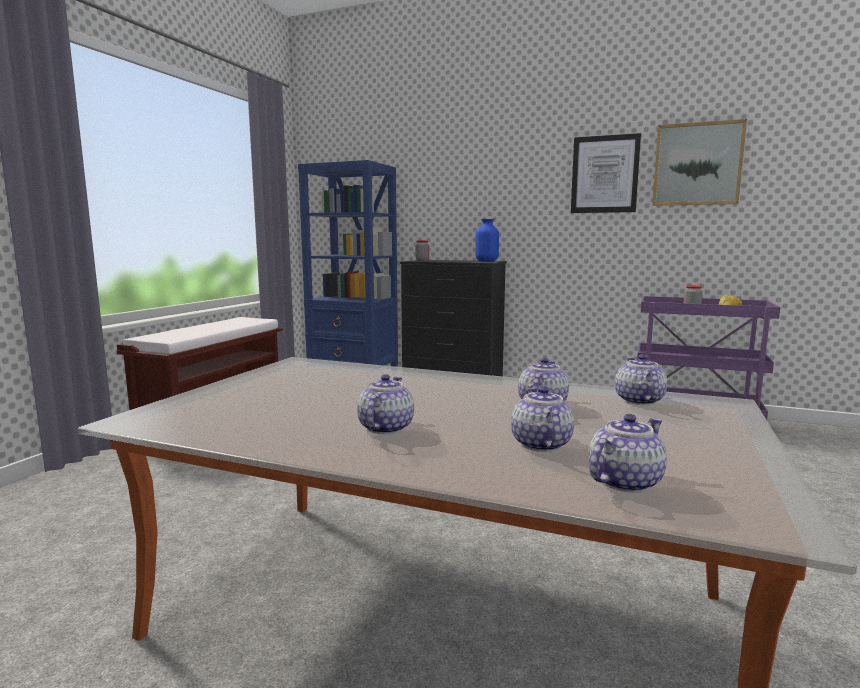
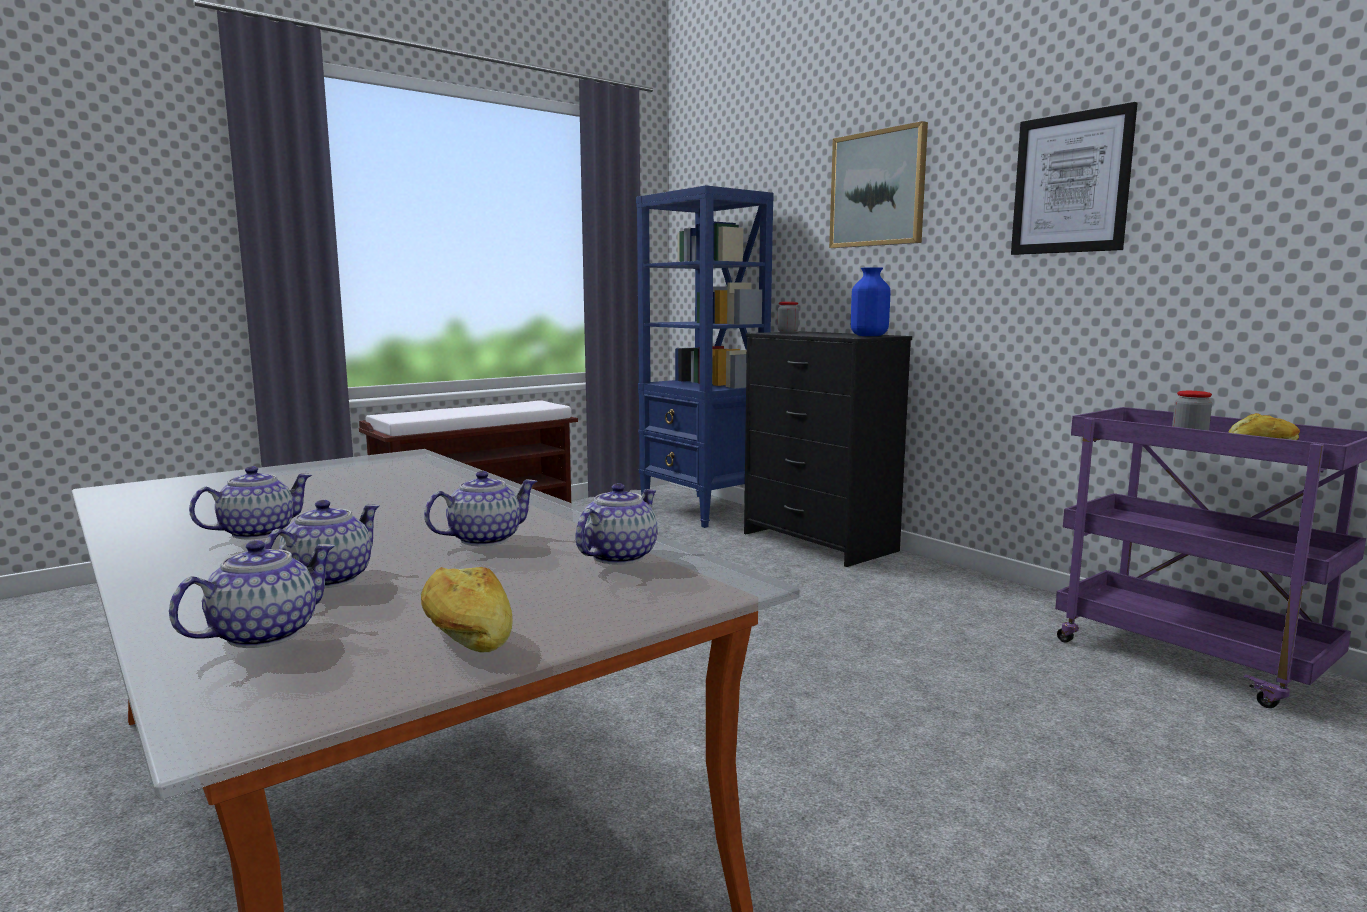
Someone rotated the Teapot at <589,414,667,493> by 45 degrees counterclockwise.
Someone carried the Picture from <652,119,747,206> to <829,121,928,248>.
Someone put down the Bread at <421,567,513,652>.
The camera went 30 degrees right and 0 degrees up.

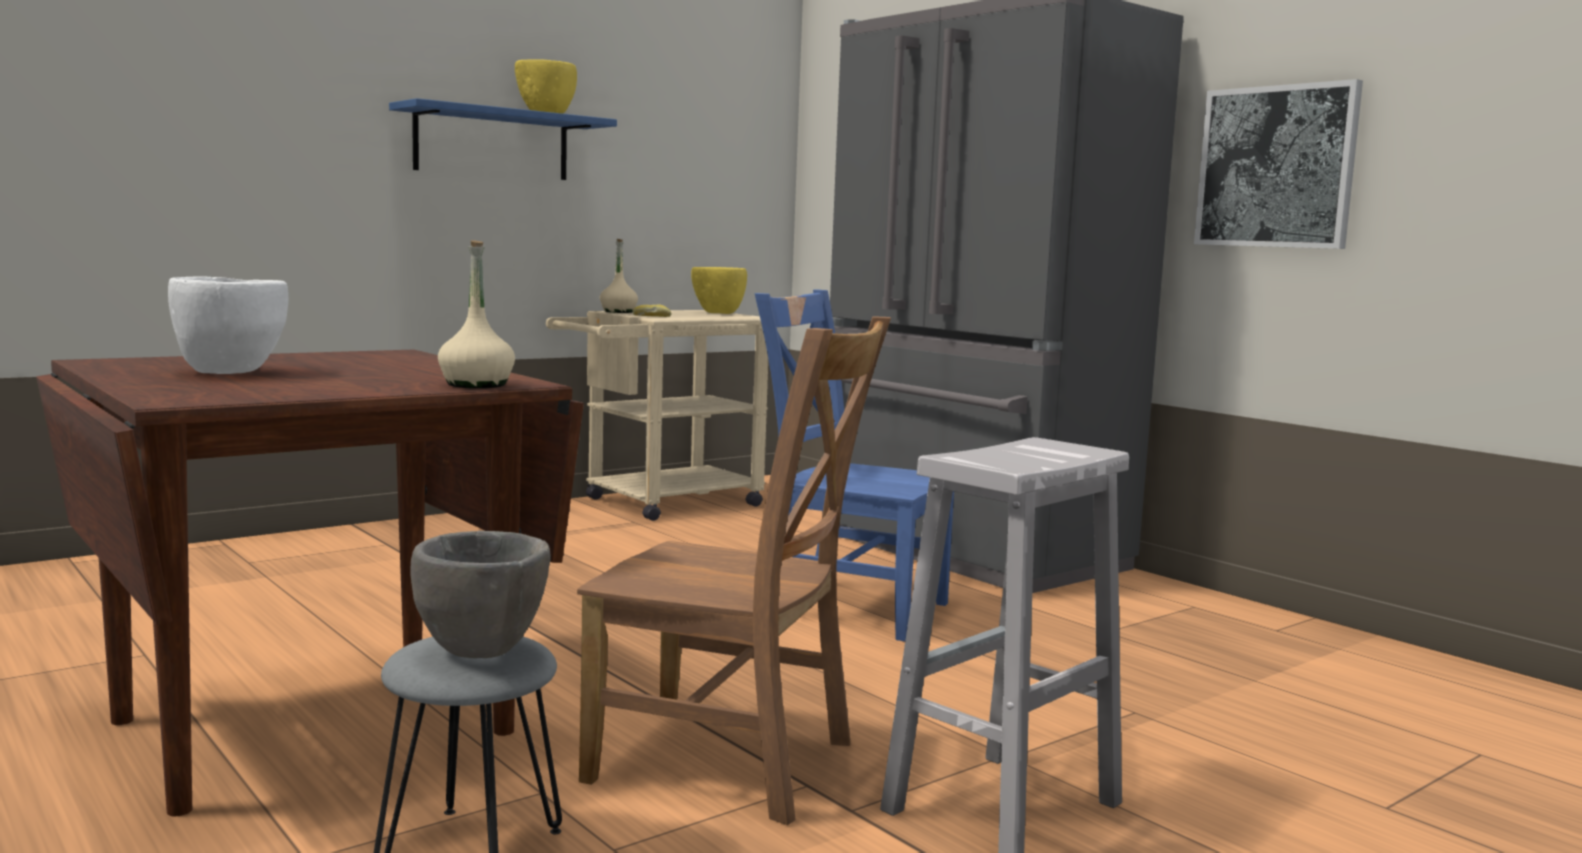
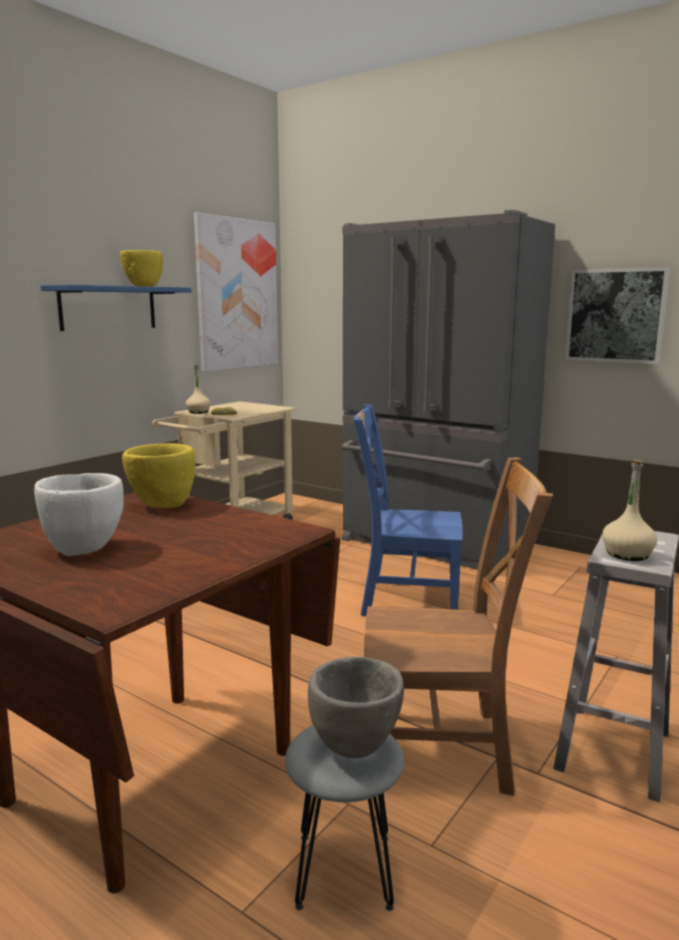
Someone carried the BeigeBottle from <438,240,515,388> to <602,459,657,561>.
Someone carried the YellowBowl from <691,267,747,314> to <122,443,195,508>.
Someone put up the Picture at <194,212,278,372>.
The camera went 15 degrees left and 5 degrees up.

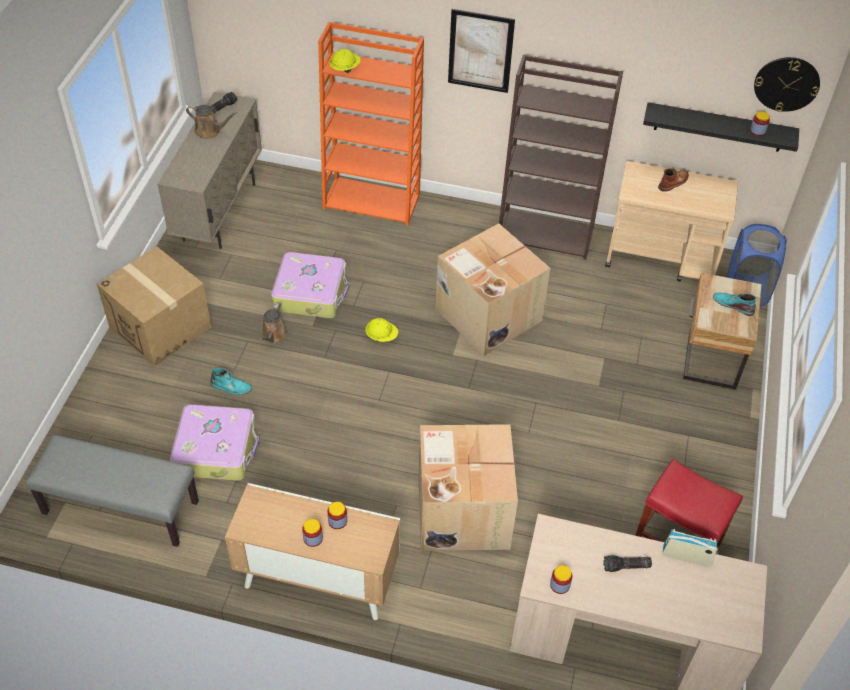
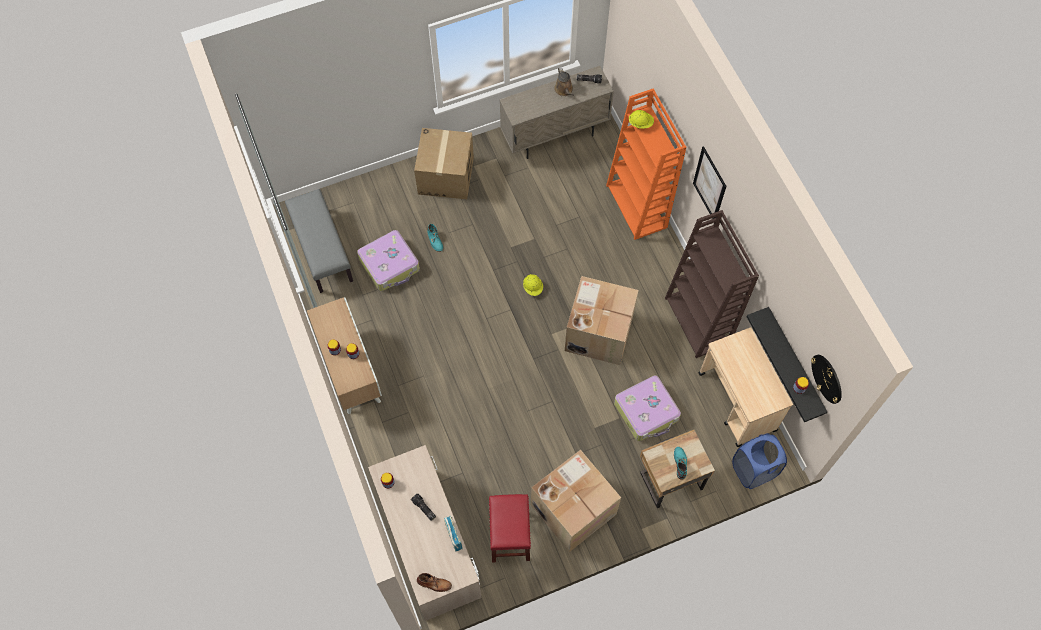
Someone took away the BrownWateringCan at <259,303,288,344>.
Someone carried the Suitcase from <271,252,350,318> to <614,375,681,441>.
Someone carried the CardboardBox from <418,424,518,551> to <531,450,621,552>.
Someone carried the BrownBoot from <658,168,689,192> to <417,573,452,592>.
The camera went 55 degrees right and 15 degrees up.

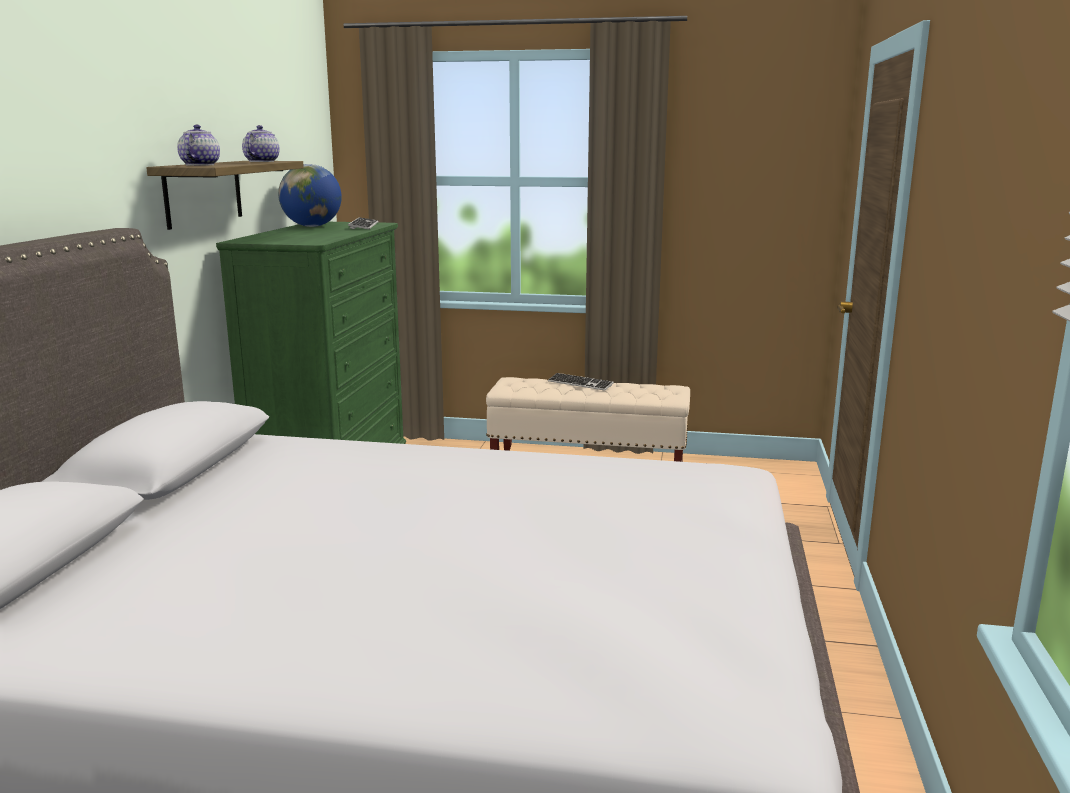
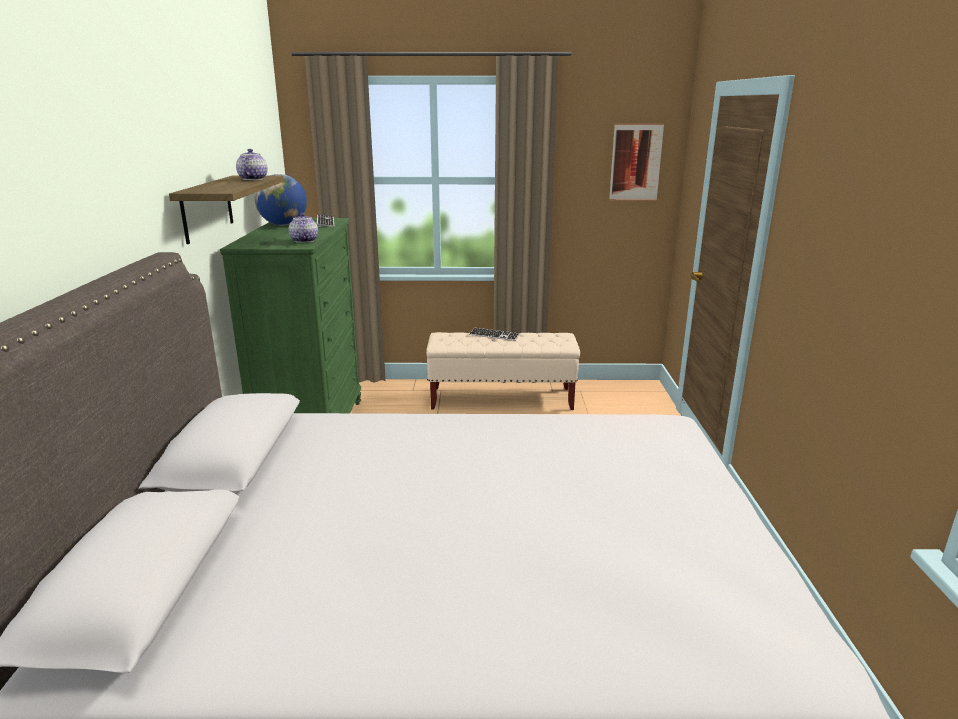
Someone carried the Teapot from <177,125,220,166> to <289,213,318,243>.
Someone put up the Picture at <609,123,664,201>.
The camera went 10 degrees left and 5 degrees up.

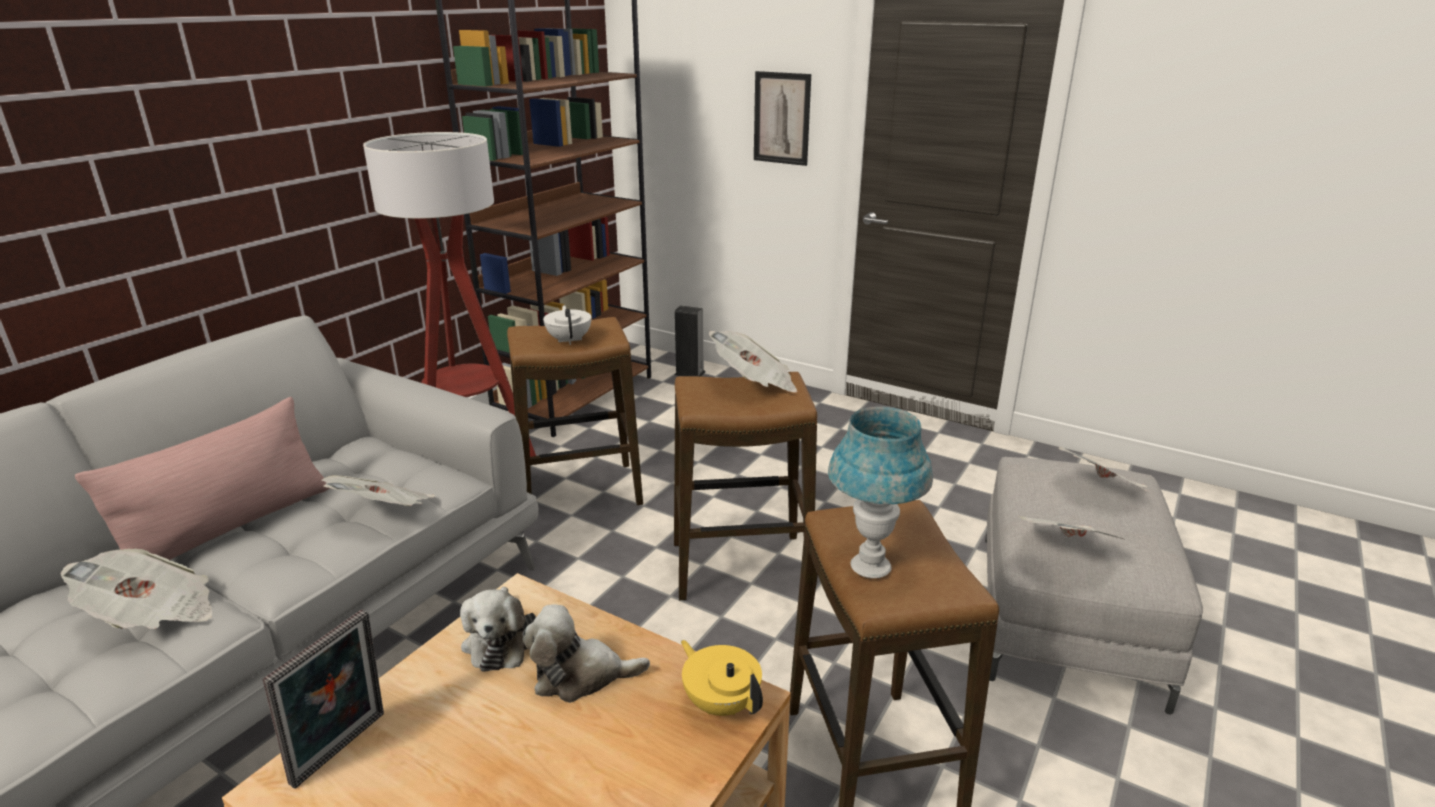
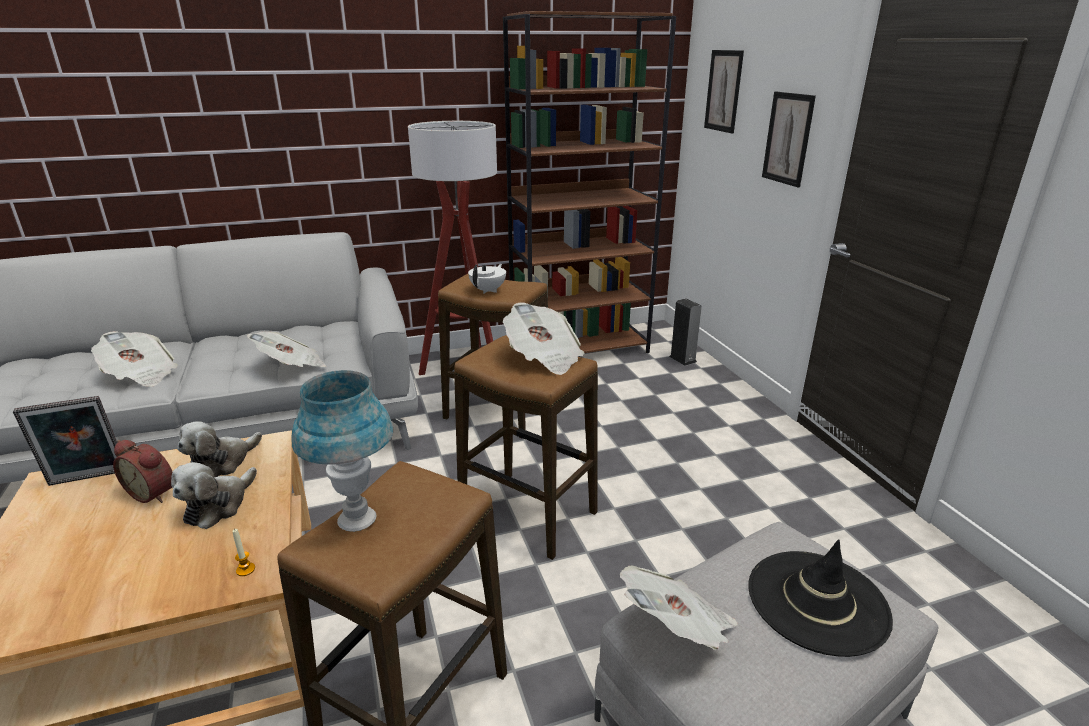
Someone took away the PinkPillow at <75,397,330,560>.
Someone rotated the PlushToy at <523,604,650,703> by 105 degrees counterclockwise.
Someone swapped the YellowTeapot at <681,640,763,716> for the Candle at <232,529,255,576>.
Someone swapped the Newspaper at <1059,447,1148,491> for the BlackHat at <749,539,893,657>.
Someone put down the AlarmClock at <113,440,173,503>.
Someone put up the Picture at <704,50,744,133>.
The camera went 40 degrees right and 0 degrees up.

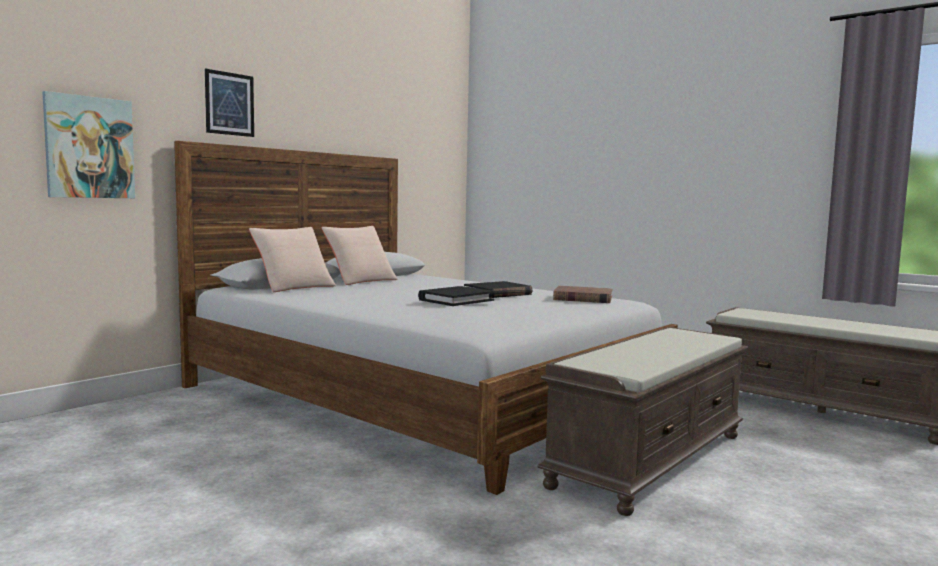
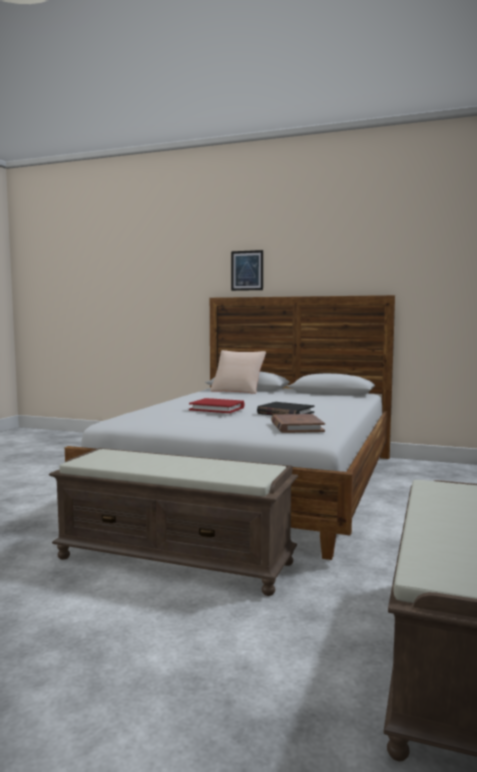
Someone took away the Picture at <42,91,135,198>.
Someone took away the BeigePillow at <322,226,398,285>.
Someone repainted the BlackBook at <418,286,495,306>, which became the RedBook at <189,398,245,413>.
The camera went 70 degrees right and 0 degrees up.

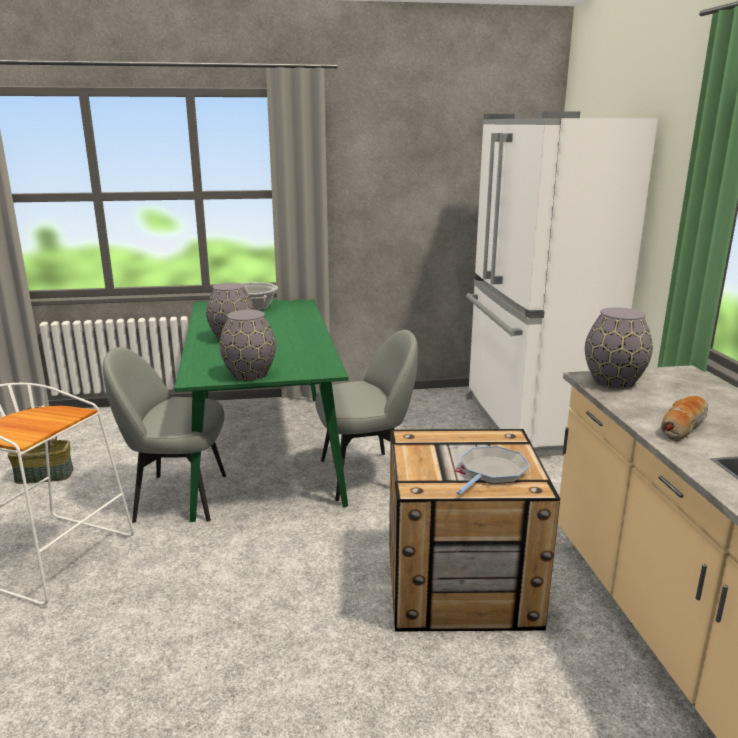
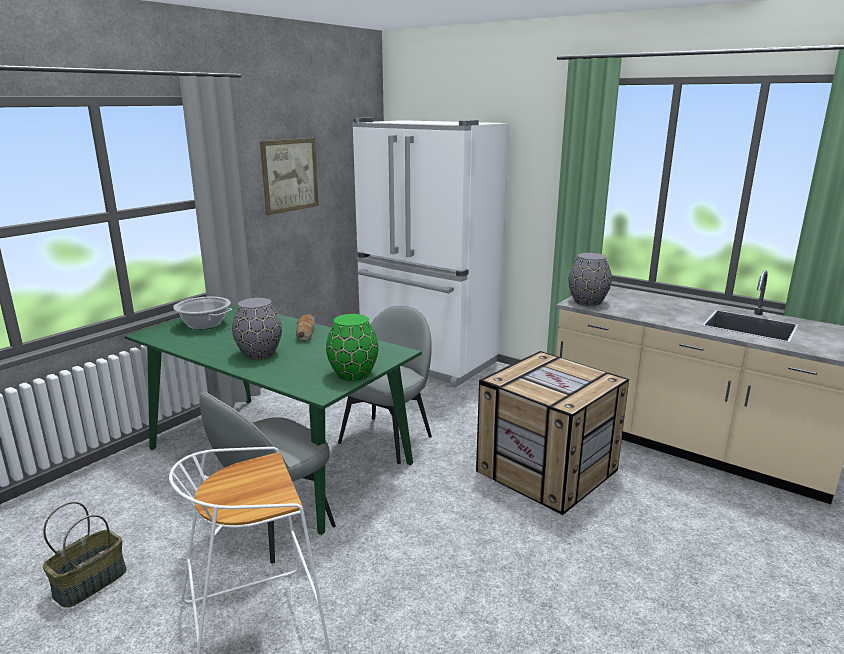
Someone repainted the GreyVase at <219,310,276,381>, which became the GreenVase at <326,314,379,381>.
Someone took away the FryingPan at <456,446,530,495>.
Someone carried the Bread from <661,396,708,441> to <296,314,316,342>.
Someone put up the Picture at <260,138,319,215>.
The camera went 45 degrees left and 0 degrees up.

